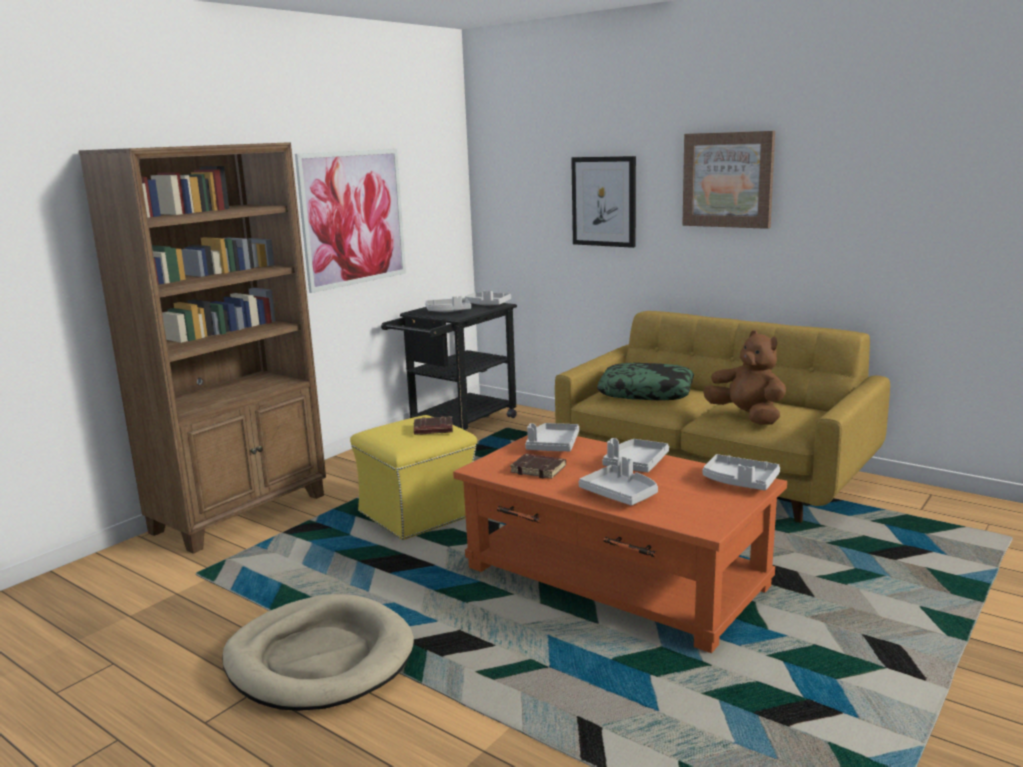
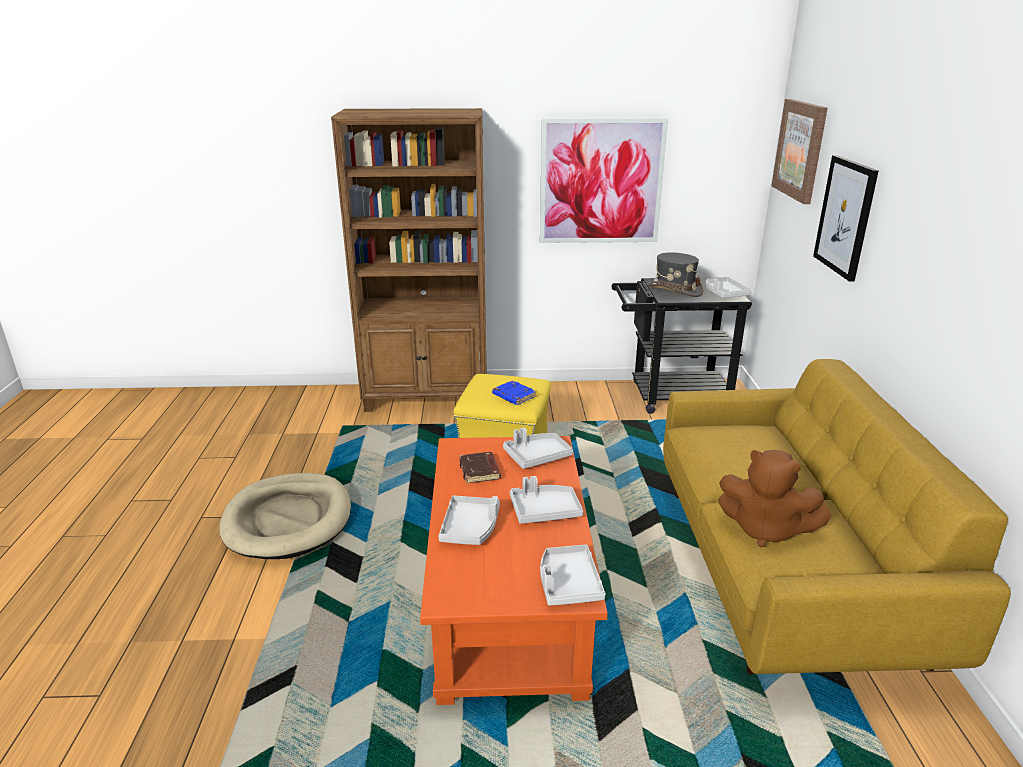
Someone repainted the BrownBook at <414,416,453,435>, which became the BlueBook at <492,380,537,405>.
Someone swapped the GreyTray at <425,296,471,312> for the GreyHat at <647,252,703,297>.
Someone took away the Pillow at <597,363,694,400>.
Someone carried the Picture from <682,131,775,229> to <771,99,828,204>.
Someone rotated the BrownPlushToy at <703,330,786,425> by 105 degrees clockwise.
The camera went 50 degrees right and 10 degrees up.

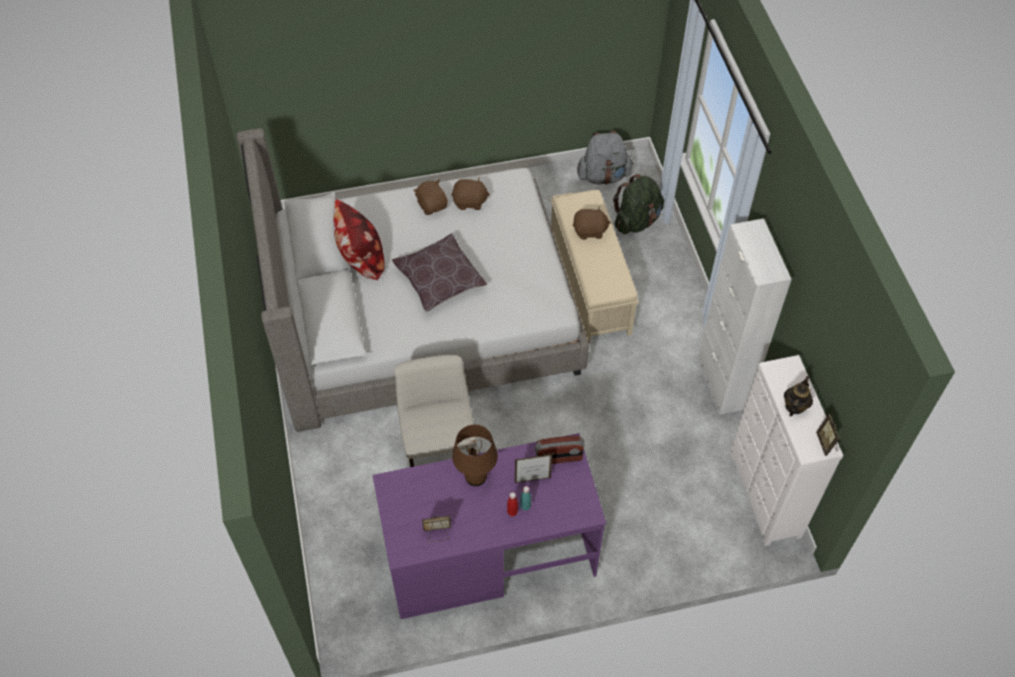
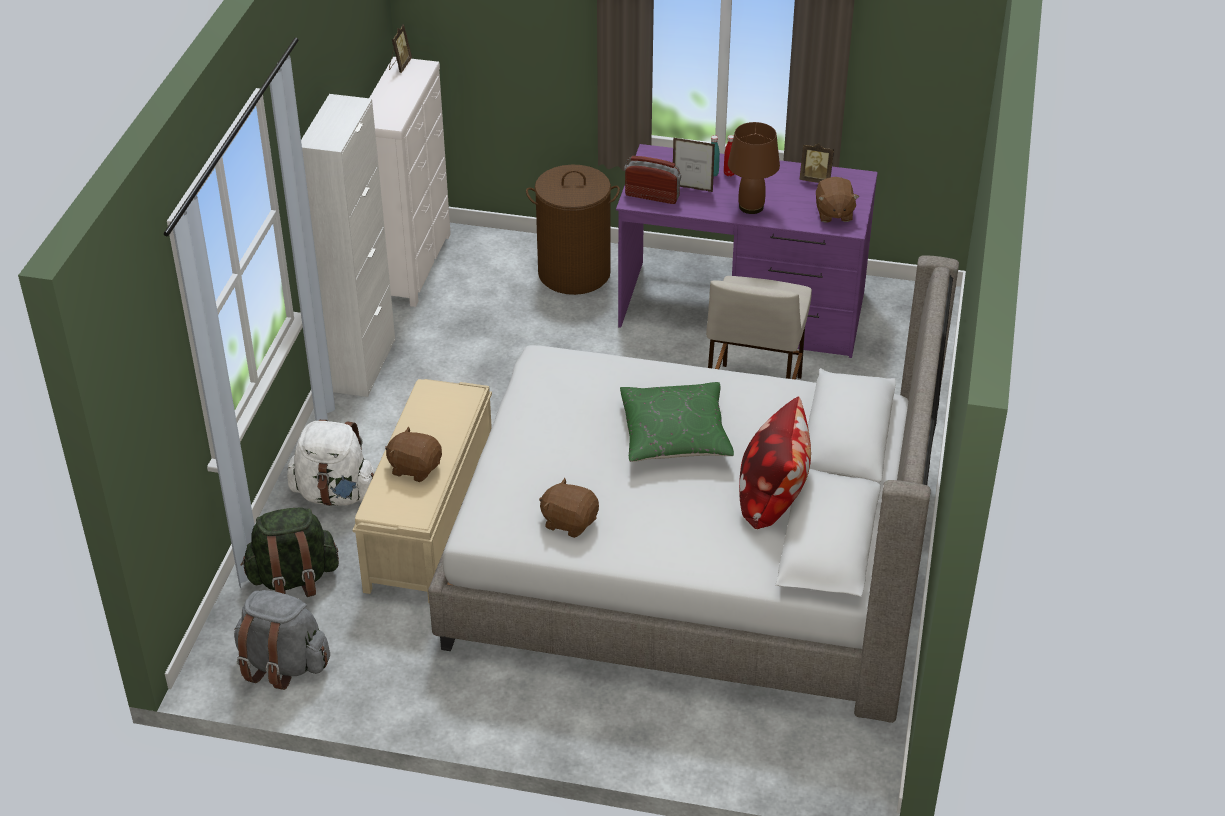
Someone repainted the BrownPillow at <392,234,487,312>, which became the GreenPillow at <620,382,734,462>.
Someone carried the BrownPlushToy from <413,180,448,215> to <816,177,859,222>.
Someone took away the Teapot at <784,376,813,417>.
Someone put down the WhiteBackpack at <287,420,375,506>.
Someone put down the BrownLaundryBasket at <526,165,620,295>.
The camera went 155 degrees left and 15 degrees down.

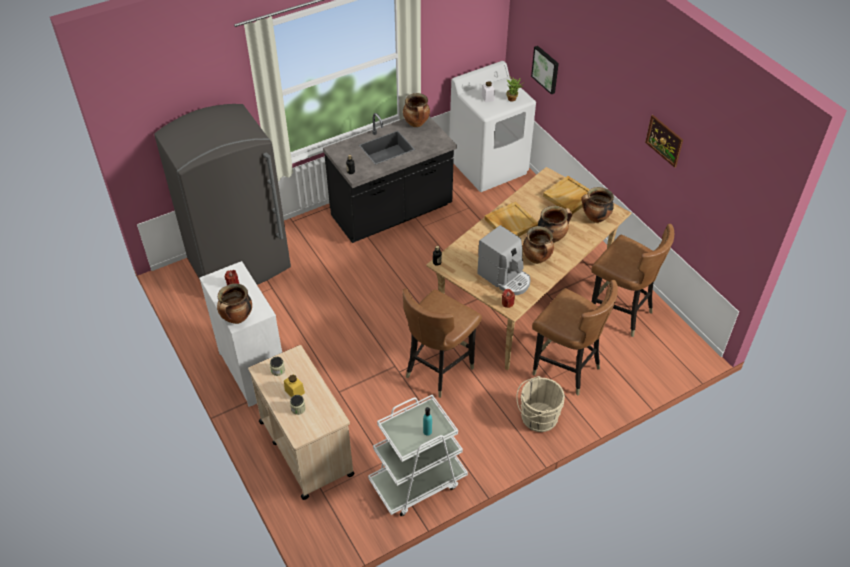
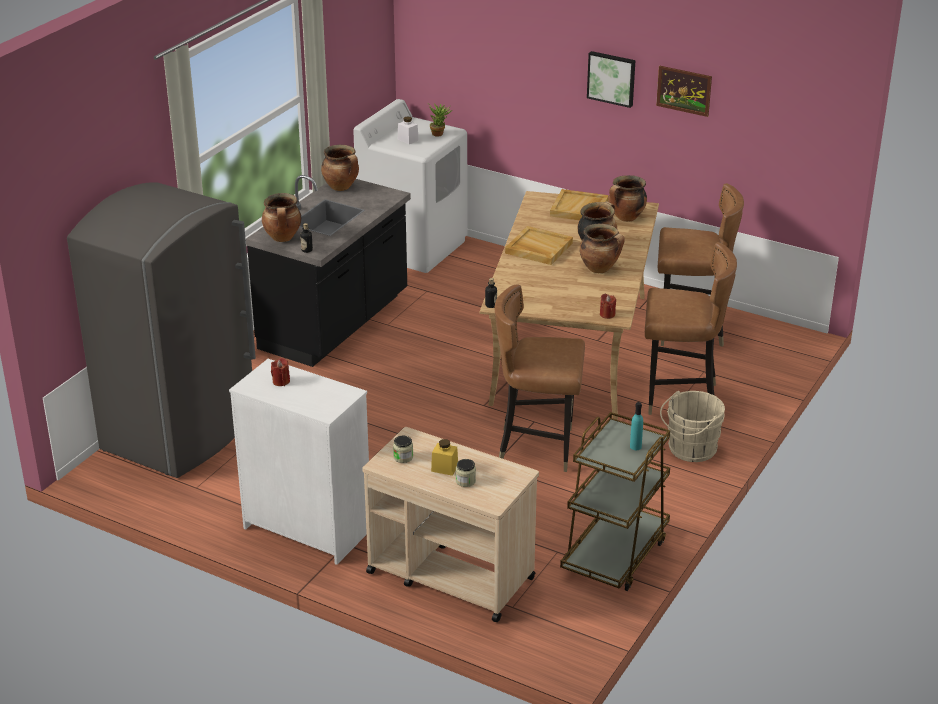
Someone carried the CookingPot from <217,283,252,324> to <262,193,301,242>.
Someone repainted the WhiteCart at <368,395,468,516>, which became the BrownCart at <560,412,670,591>.
Someone rotated the BrownChair at <402,288,482,398> by 90 degrees clockwise.
Someone took away the CoffeeMachine at <477,225,530,295>.
Someone carried the Picture from <531,46,559,94> to <587,51,636,108>.
The camera went 30 degrees left and 15 degrees down.

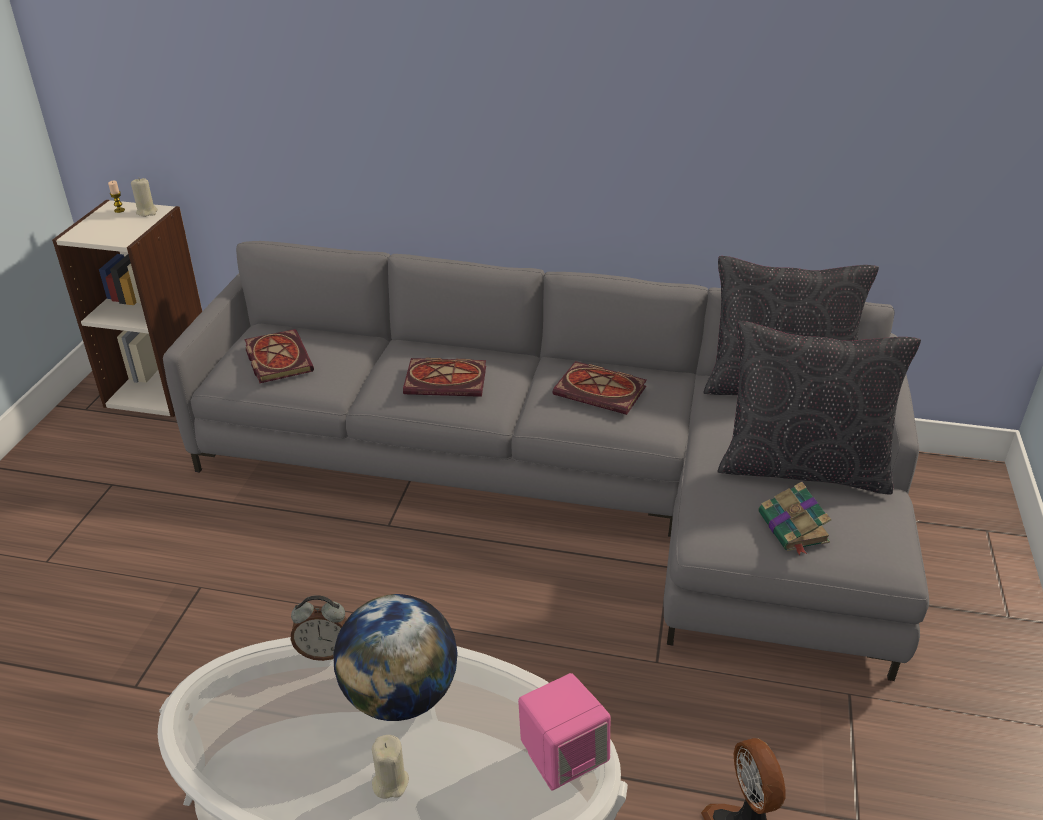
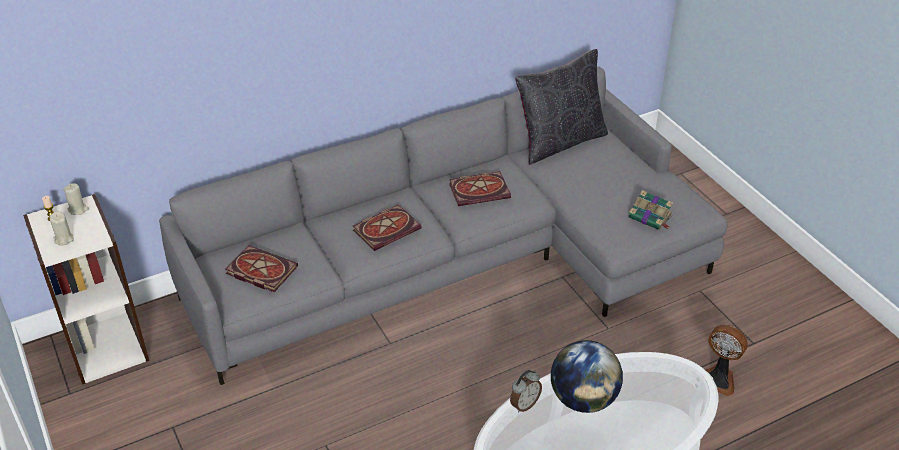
Someone carried the BeigeCandle from <372,735,409,799> to <49,211,74,246>.
Someone took away the PinkSpeaker at <518,673,611,791>.
Someone took away the BlackPillow at <717,321,921,495>.
The camera went 40 degrees left and 5 degrees up.

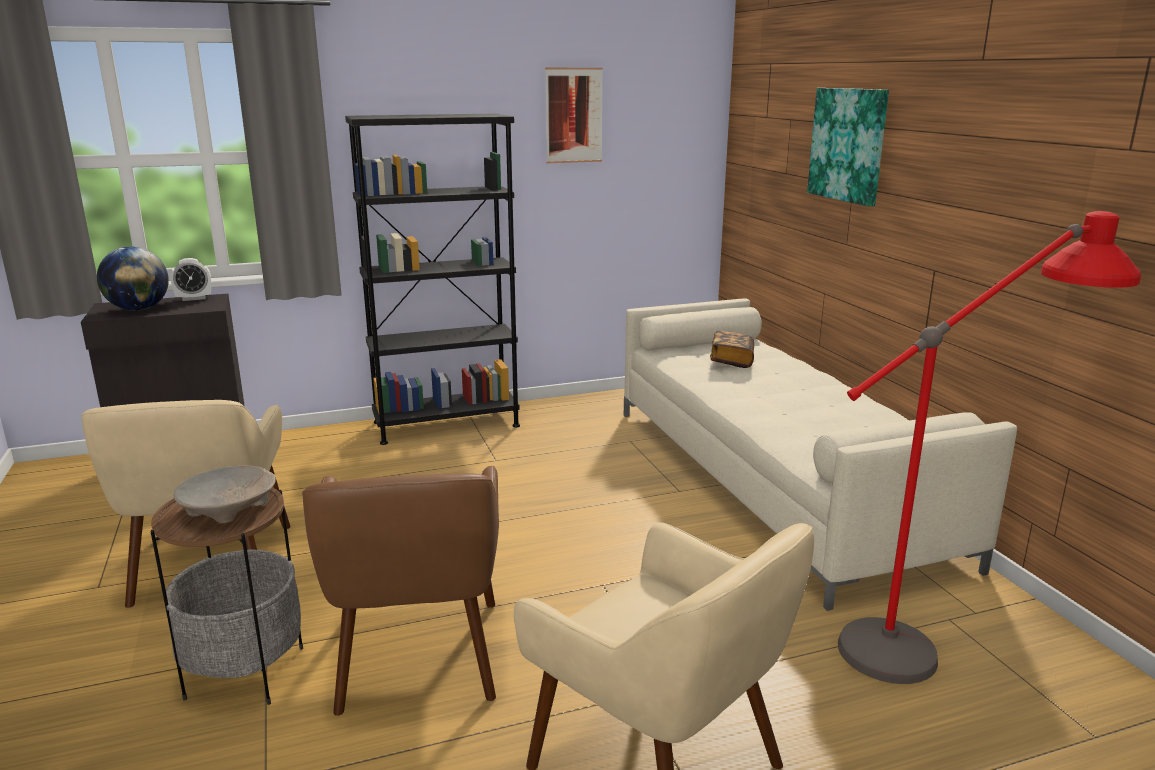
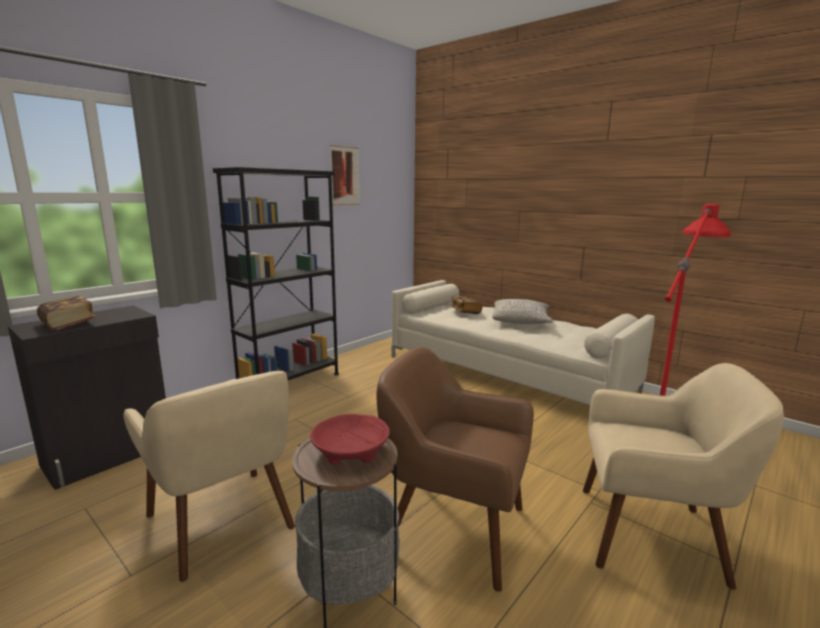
Someone swapped the Globe at <97,246,169,311> for the Book at <37,296,96,331>.
Someone took away the AlarmClock at <171,258,211,301>.
Someone repainted the BeigeBowl at <173,466,276,524>, which became the RedBowl at <310,414,390,465>.
Someone rotated the BrownArmchair at <302,466,499,716> by 150 degrees clockwise.
Someone took away the Picture at <807,88,889,207>.
Someone put down the GreyPillow at <492,299,553,324>.
The camera went 30 degrees left and 5 degrees down.

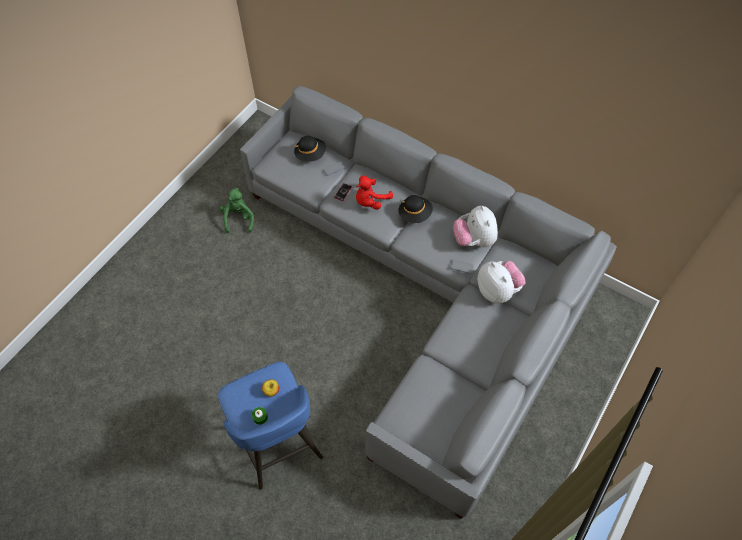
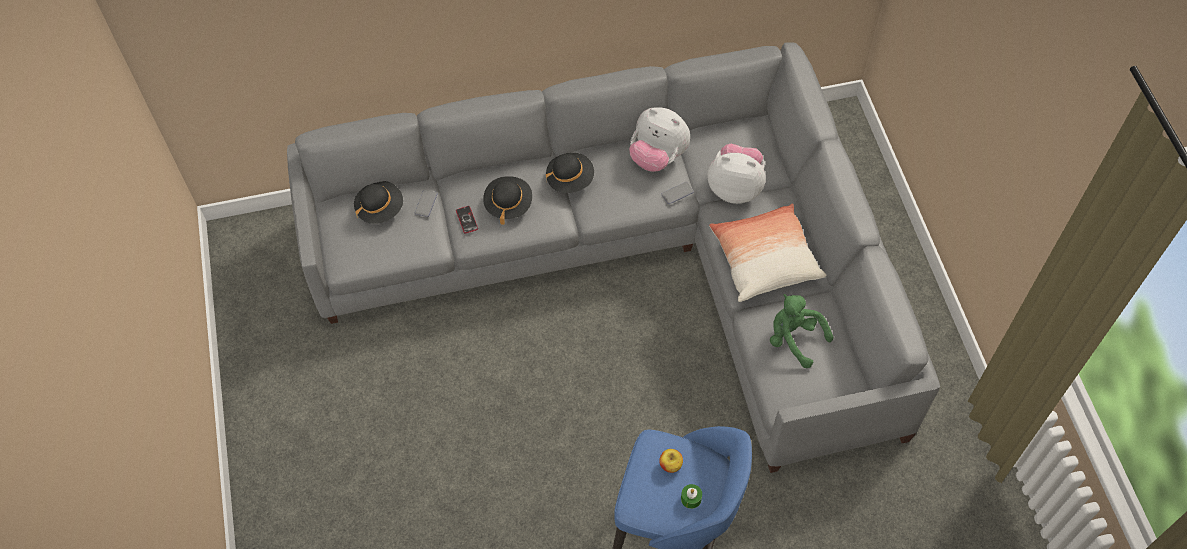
Someone carried the GreenPlushToy from <220,188,254,233> to <770,294,834,368>.
Someone swapped the RedPlushToy at <356,176,393,210> for the BlackHat at <483,176,532,225>.
Someone put down the Pillow at <709,203,826,302>.
The camera went 45 degrees left and 0 degrees up.

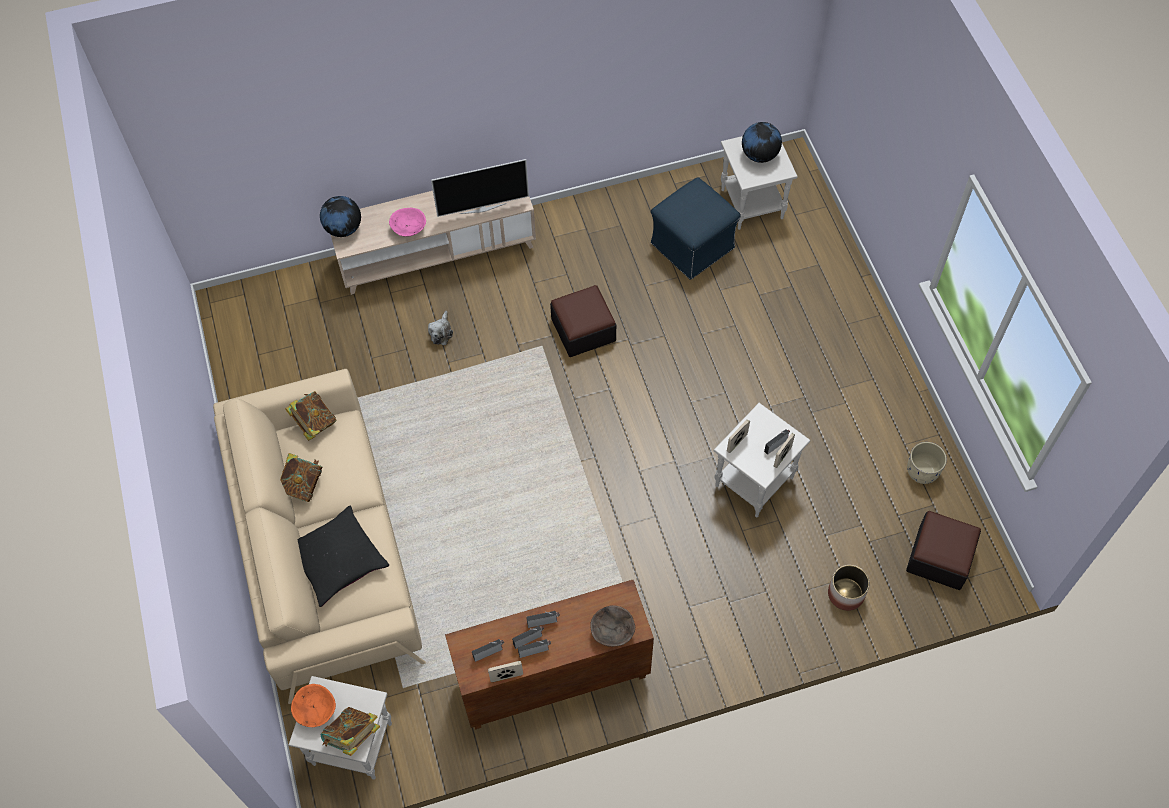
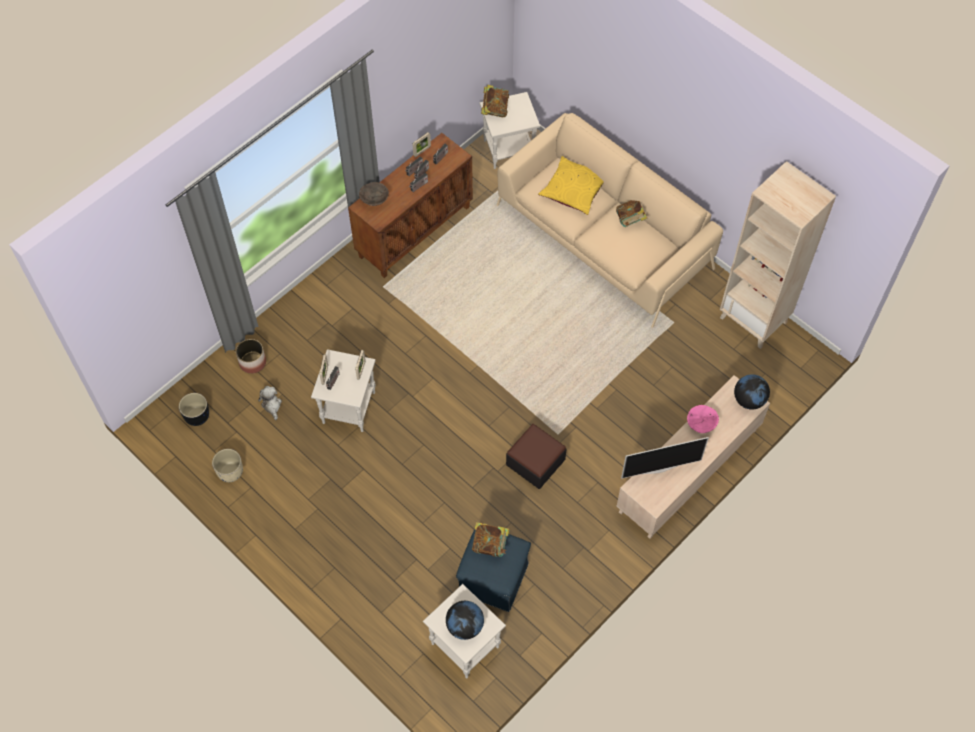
Someone carried the Book from <285,391,337,441> to <472,522,510,557>.
Someone took away the OrangeBowl at <291,684,336,727>.
Someone repainted the BlackPillow at <298,506,389,607>, which became the YellowPillow at <538,156,604,215>.
Someone carried the PlushToy from <428,311,453,345> to <258,386,282,420>.
Someone rotated the Television at <431,159,529,217> by 150 degrees counterclockwise.
Someone swapped the Ottoman at <906,511,981,590> for the BlackPlanter at <179,393,209,426>.
Someone put down the BeigeBookcase at <720,161,836,349>.
The camera went 150 degrees right and 0 degrees up.

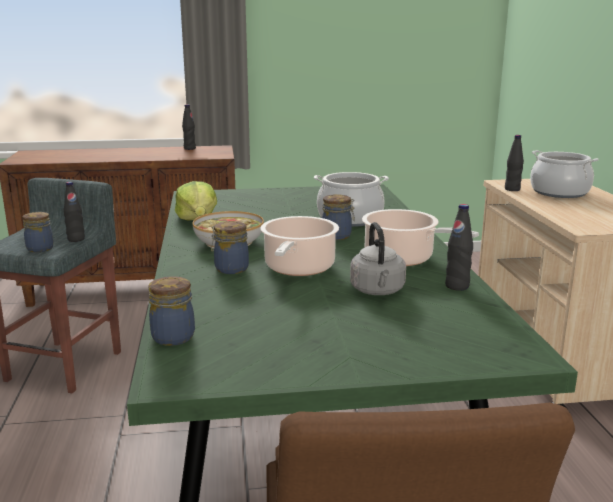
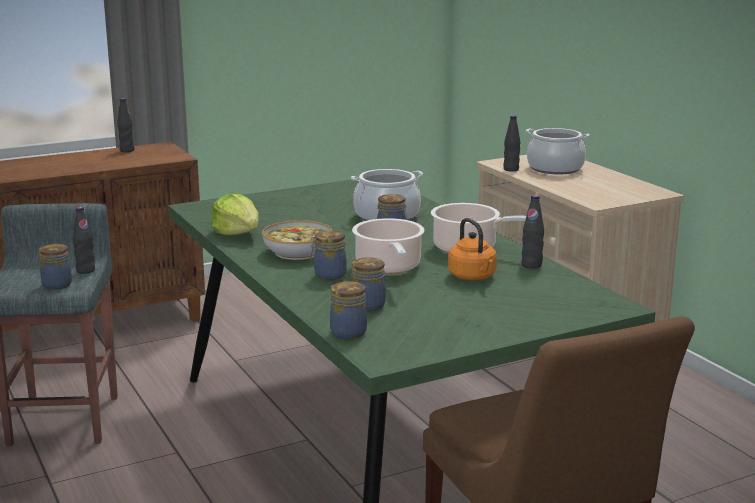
Someone repainted the GreyKettle at <350,222,406,295>, which became the OrangeKettle at <448,218,497,280>.
Someone put down the Jar at <351,257,386,312>.
The camera went 20 degrees left and 0 degrees up.

